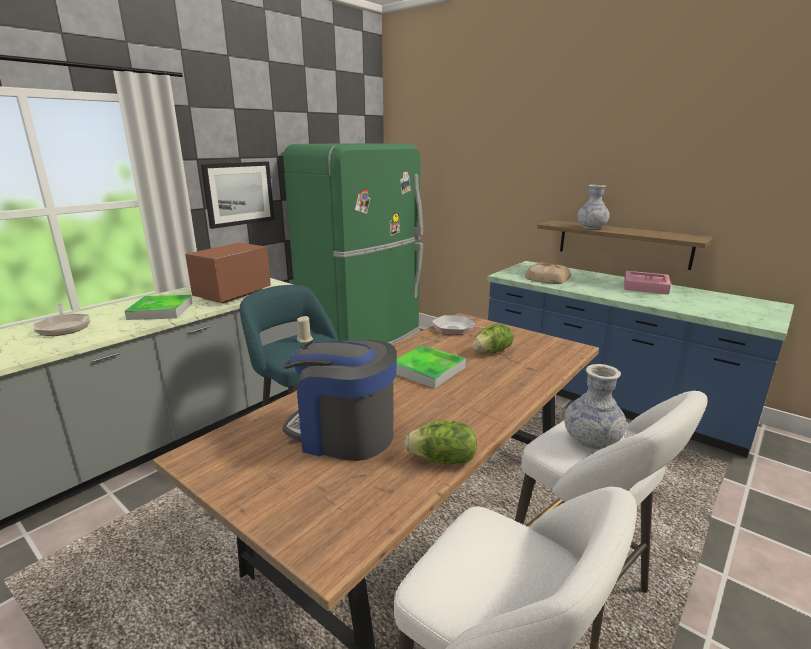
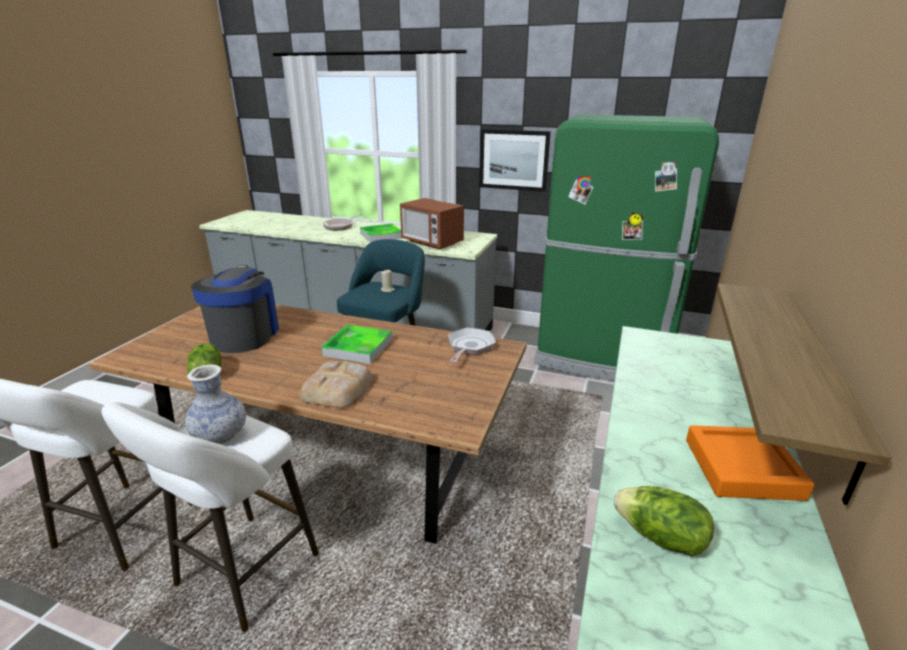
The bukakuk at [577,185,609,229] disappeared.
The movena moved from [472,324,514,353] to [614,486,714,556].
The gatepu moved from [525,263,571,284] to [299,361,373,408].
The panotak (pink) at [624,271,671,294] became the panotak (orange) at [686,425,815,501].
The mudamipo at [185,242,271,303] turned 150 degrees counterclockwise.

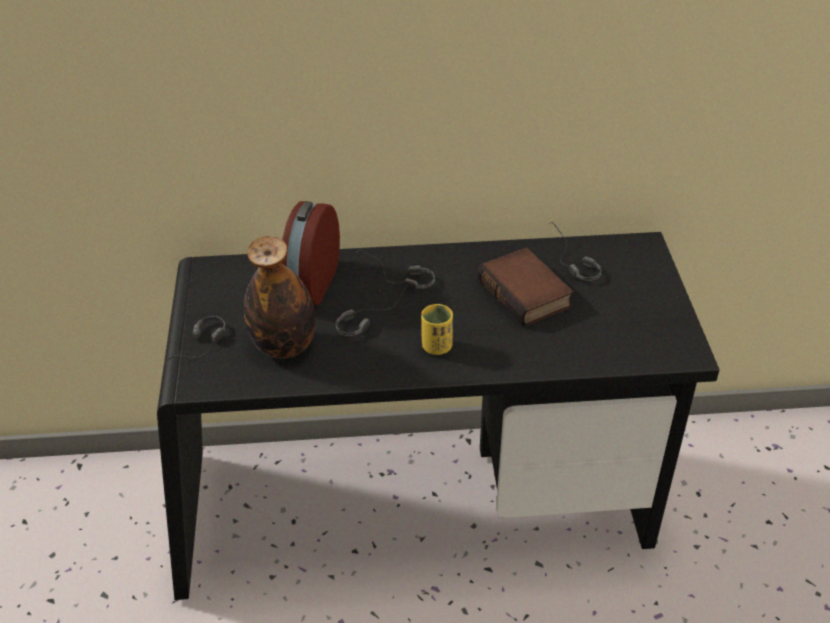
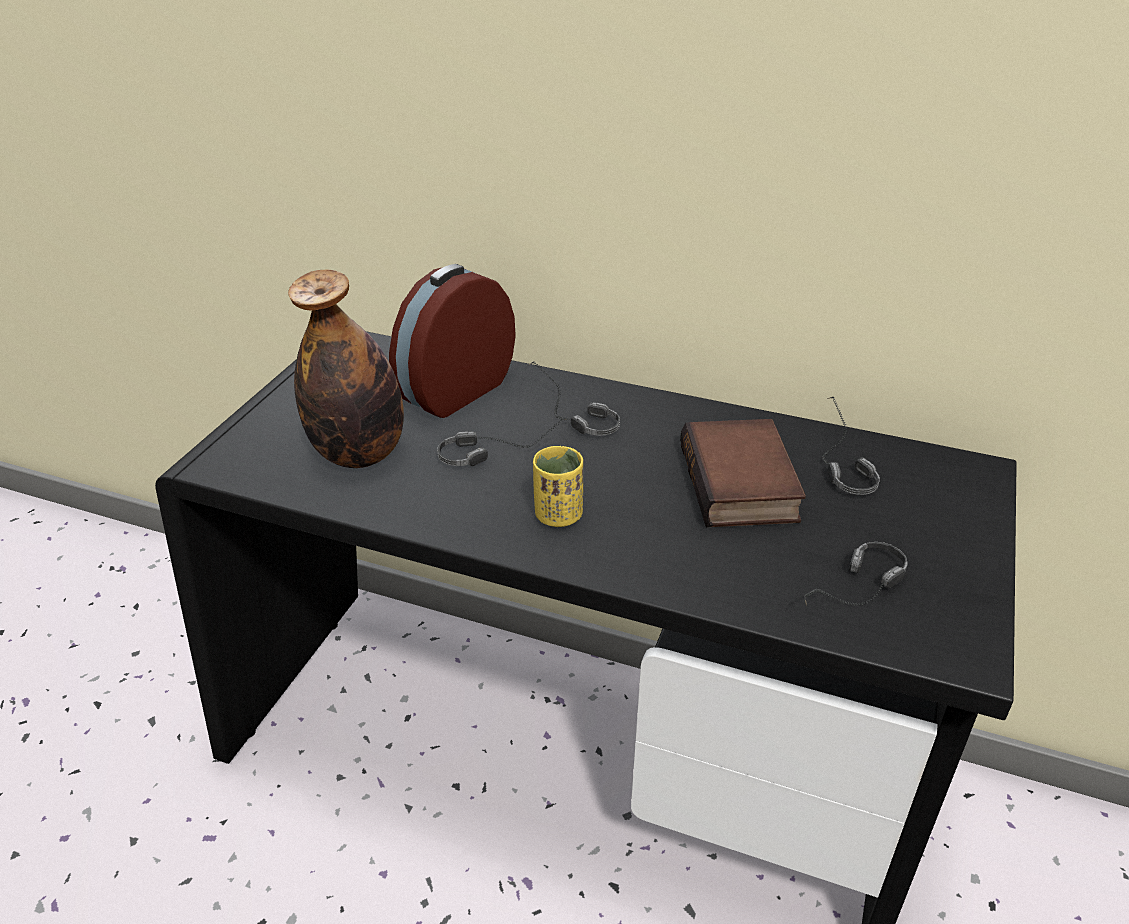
The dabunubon moved from [165,316,226,365] to [804,542,908,606].

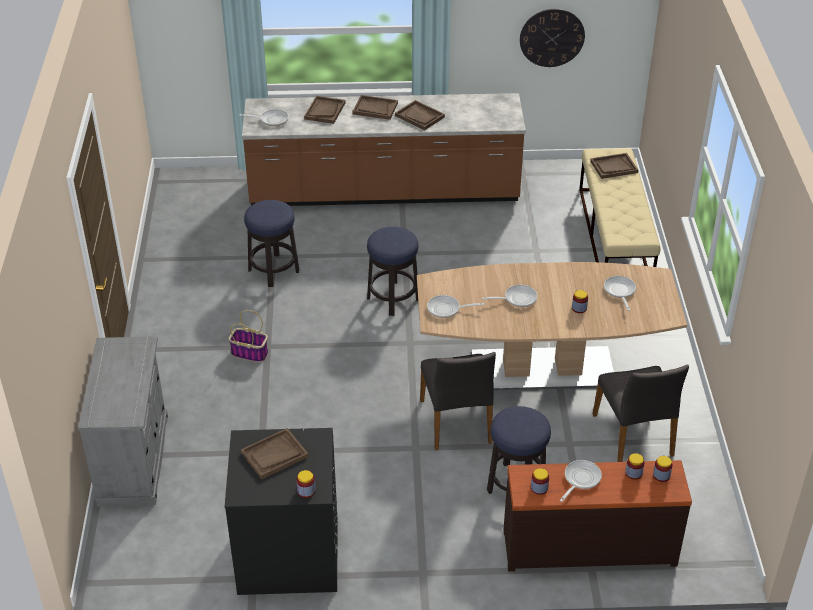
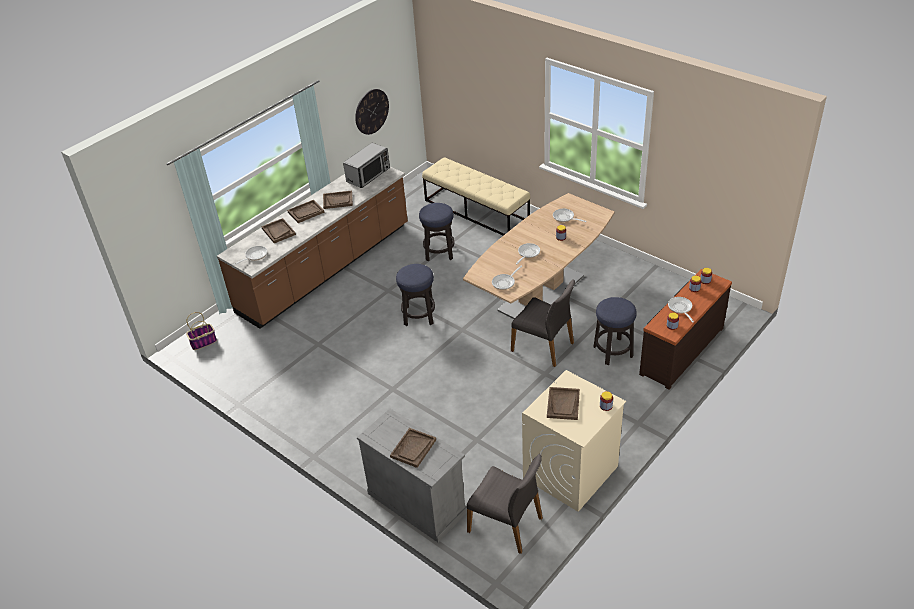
The mudamipo at [343,143,390,188] appeared.
The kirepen moved from [228,310,268,362] to [186,312,217,350].
The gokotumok moved from [244,200,299,287] to [419,203,454,261].
The panotak (brown) moved from [590,153,638,179] to [390,428,436,468].
The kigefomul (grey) moved from [593,364,689,462] to [467,454,543,554].
The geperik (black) at [225,428,337,595] became the geperik (beige) at [522,370,626,512].

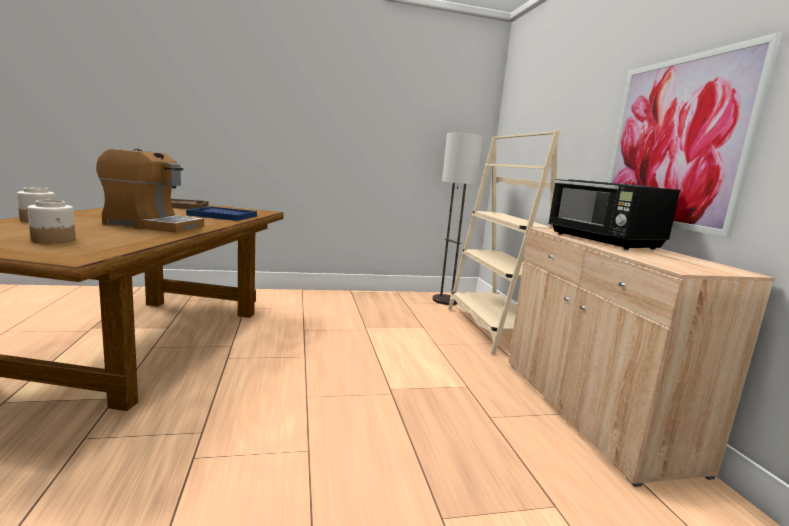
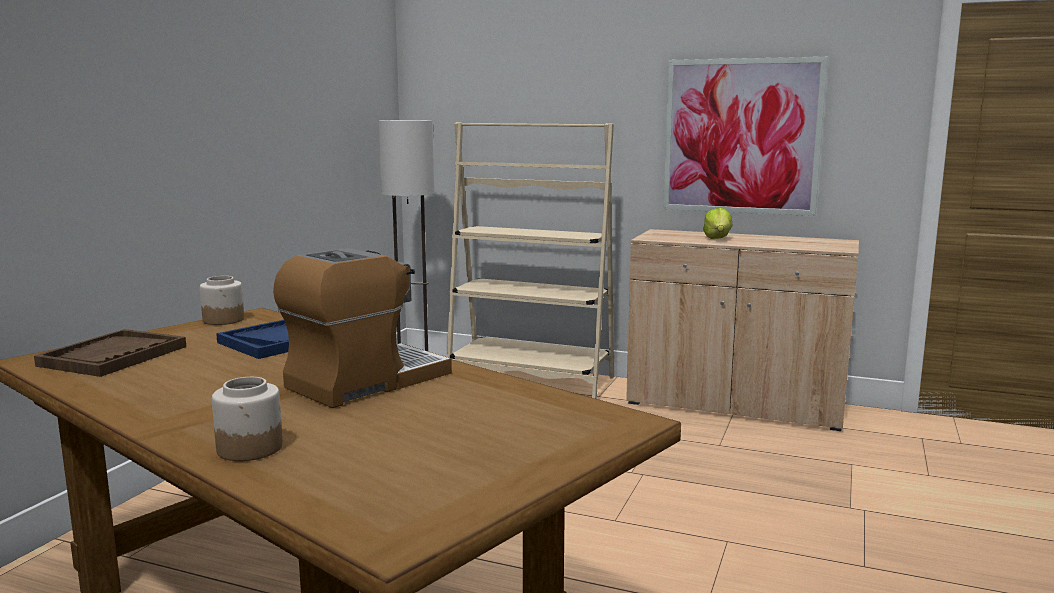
The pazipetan moved from [27,200,76,243] to [200,276,244,325].
The mudamipo (black) at [548,179,680,250] was replaced by the movena at [703,208,732,239].

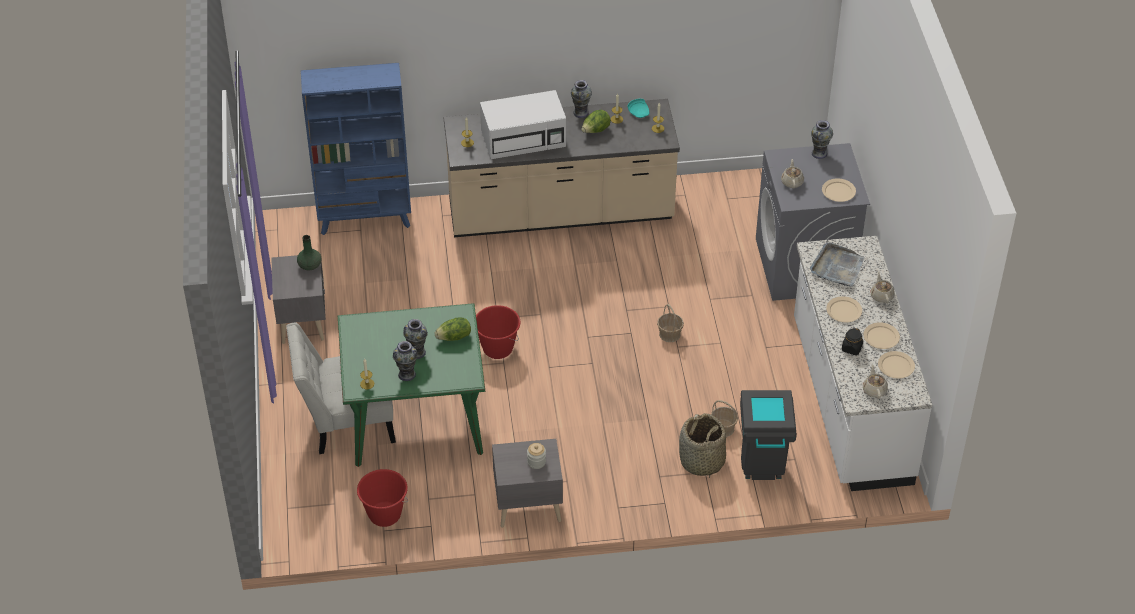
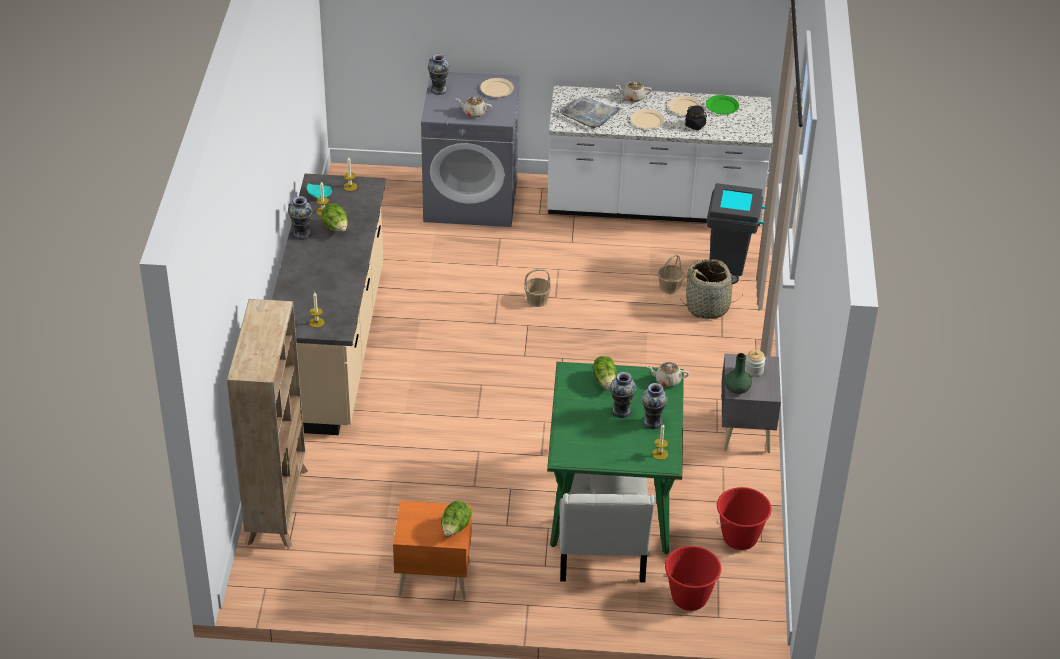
The mudamipo (white) at [480,90,566,159] disappeared.
The movena at [441,501,472,536] appeared.
The bukakuk (green) moved from [297,235,321,270] to [724,353,752,394].
The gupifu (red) moved from [476,305,520,359] to [663,546,722,611].
The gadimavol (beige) moved from [863,364,888,399] to [646,362,689,387].
The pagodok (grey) at [271,255,326,344] became the pagodok (orange) at [393,501,472,600].
The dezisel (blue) at [301,63,411,235] became the dezisel (beige) at [227,299,308,548].
The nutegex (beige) at [878,351,915,378] became the nutegex (green) at [706,95,739,114].

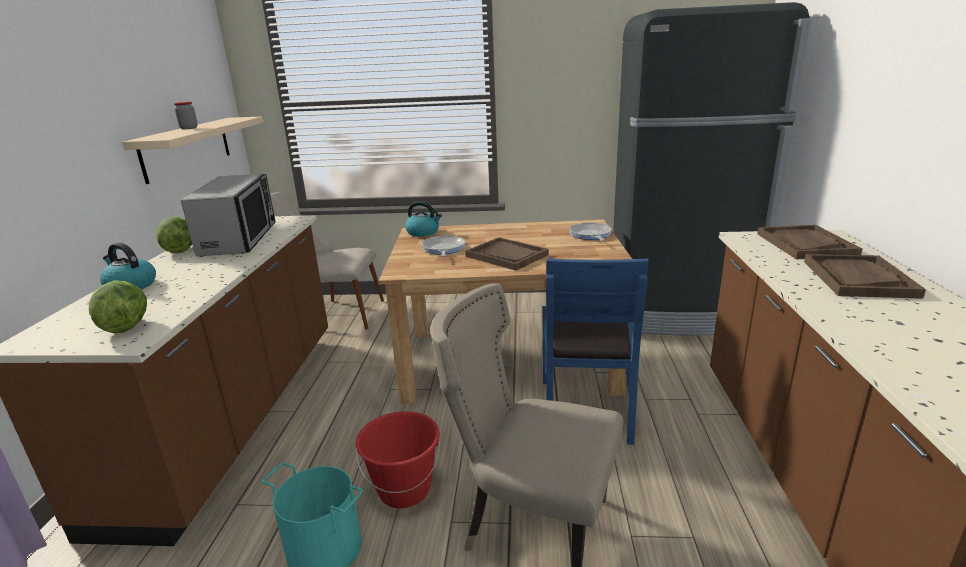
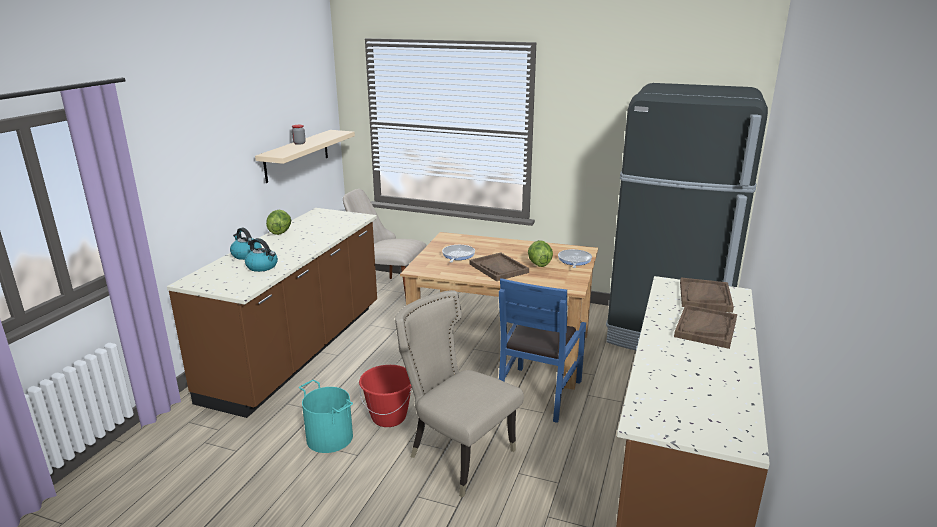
The mudamipo at [181,174,276,257] disappeared.
The movena moved from [89,280,147,333] to [528,240,553,267].
The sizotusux moved from [405,201,442,237] to [245,238,278,272].

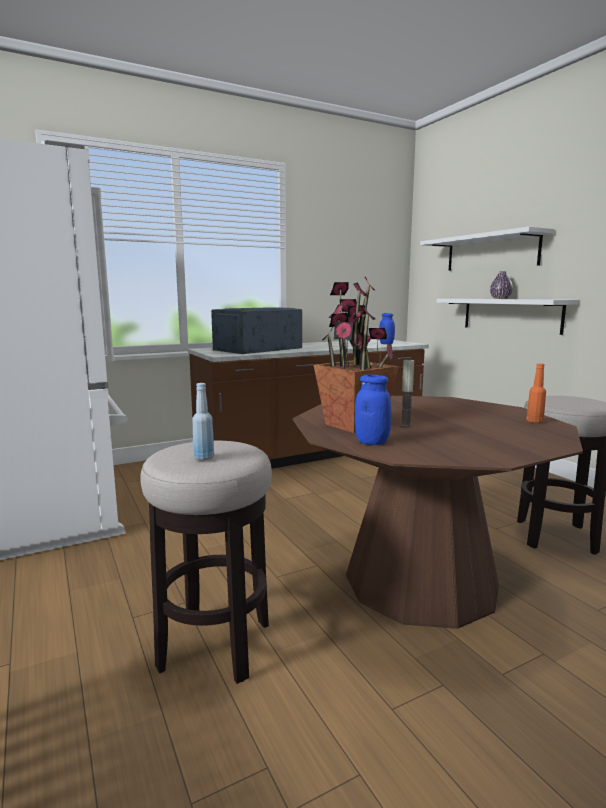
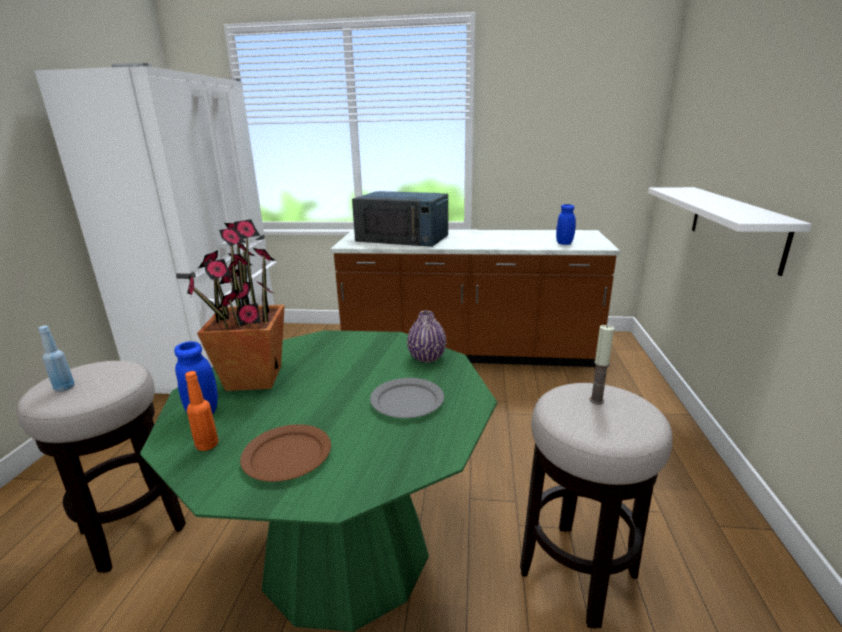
The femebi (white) at [420,227,555,271] disappeared.
The nutegex (brown) at [240,424,331,482] appeared.
The nutegex (grey) at [370,378,444,418] appeared.
The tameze moved from [400,360,414,427] to [590,325,614,404].
The bukakuk (purple) moved from [490,271,513,299] to [407,310,447,363].
The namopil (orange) moved from [526,363,546,423] to [185,371,219,451].
The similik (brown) at [293,396,583,629] became the similik (green) at [140,330,497,632].
The mudamipo (blue) at [211,307,302,354] turned 150 degrees counterclockwise.

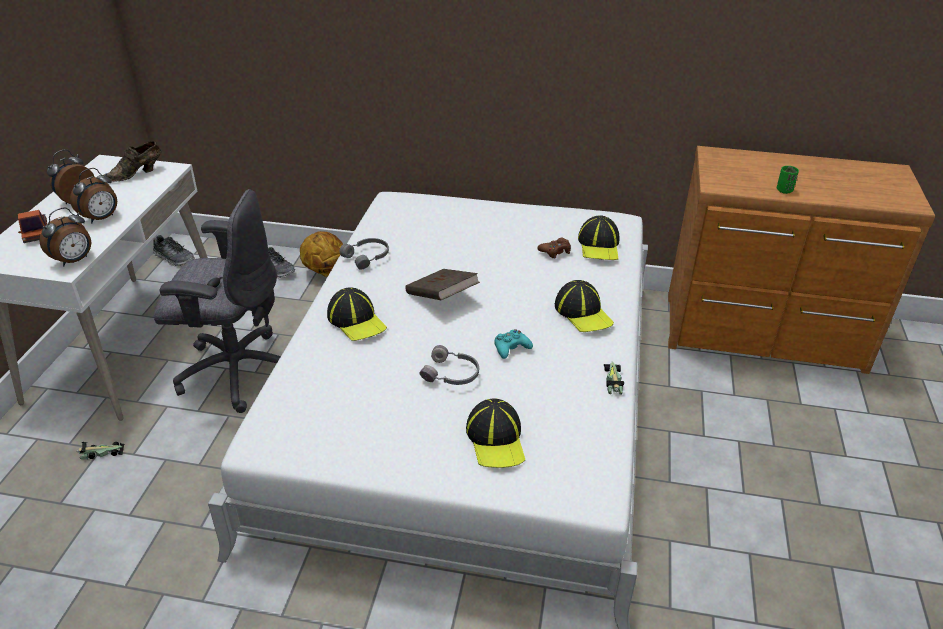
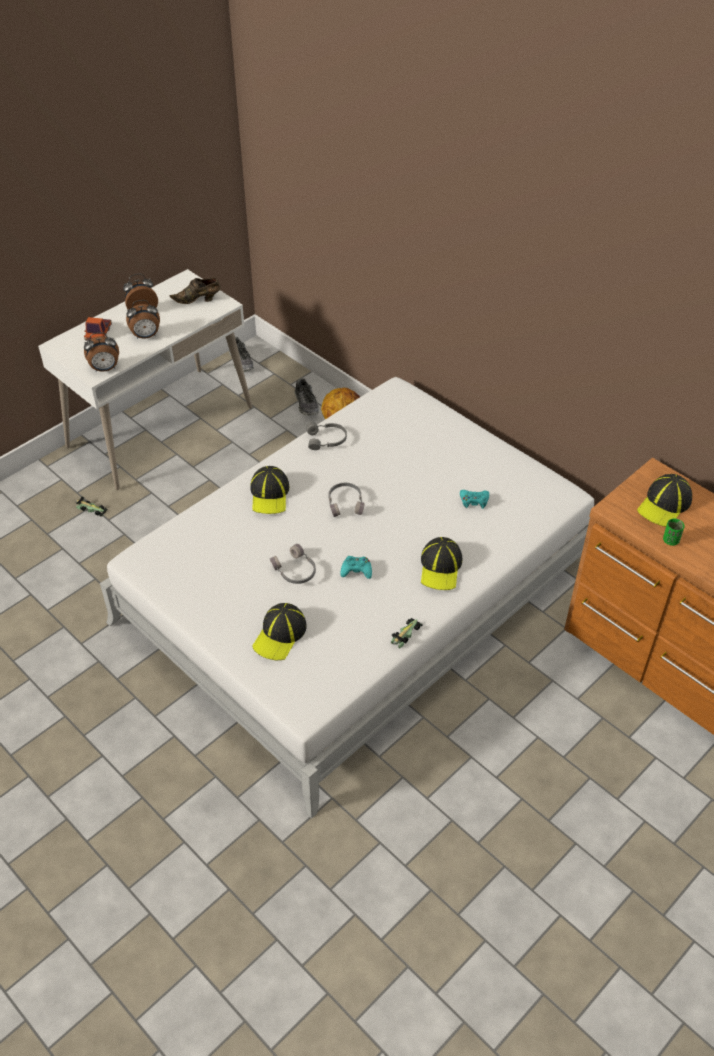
The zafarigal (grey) at [154,189,281,413] disappeared.
The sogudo moved from [578,216,620,260] to [637,474,692,527].
The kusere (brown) at [406,269,480,300] was replaced by the dabunubon (grey) at [328,483,365,517].
The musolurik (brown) at [537,238,571,259] became the musolurik (turquoise) at [460,490,489,509].

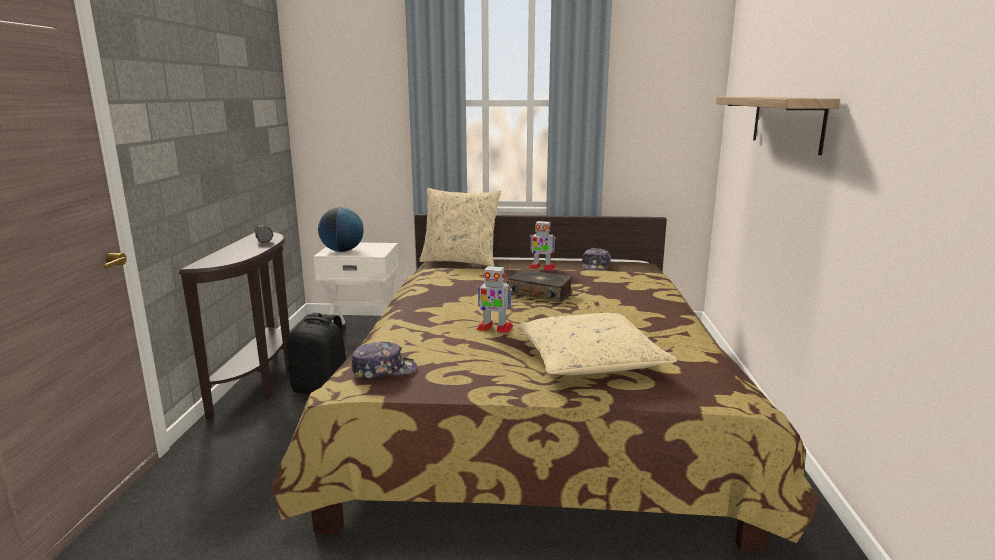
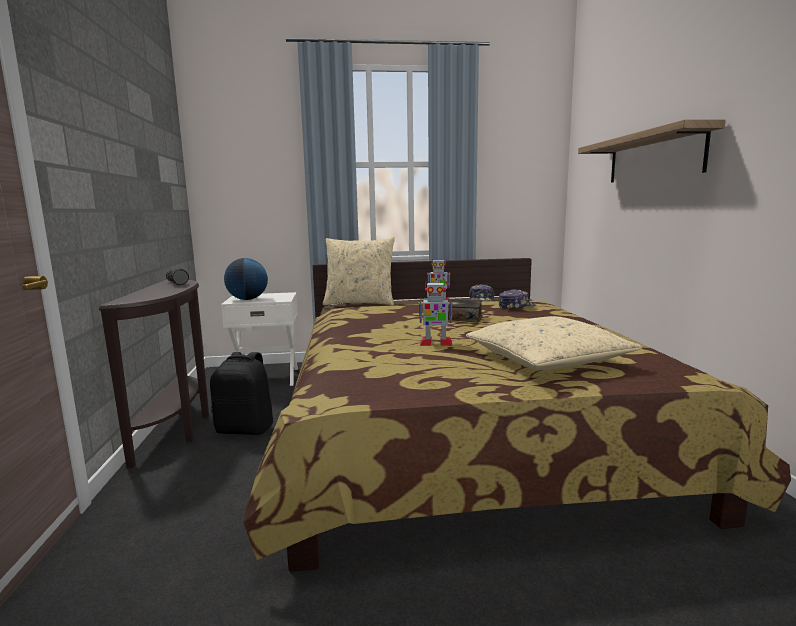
The sogudo moved from [351,341,417,380] to [499,289,536,310].

